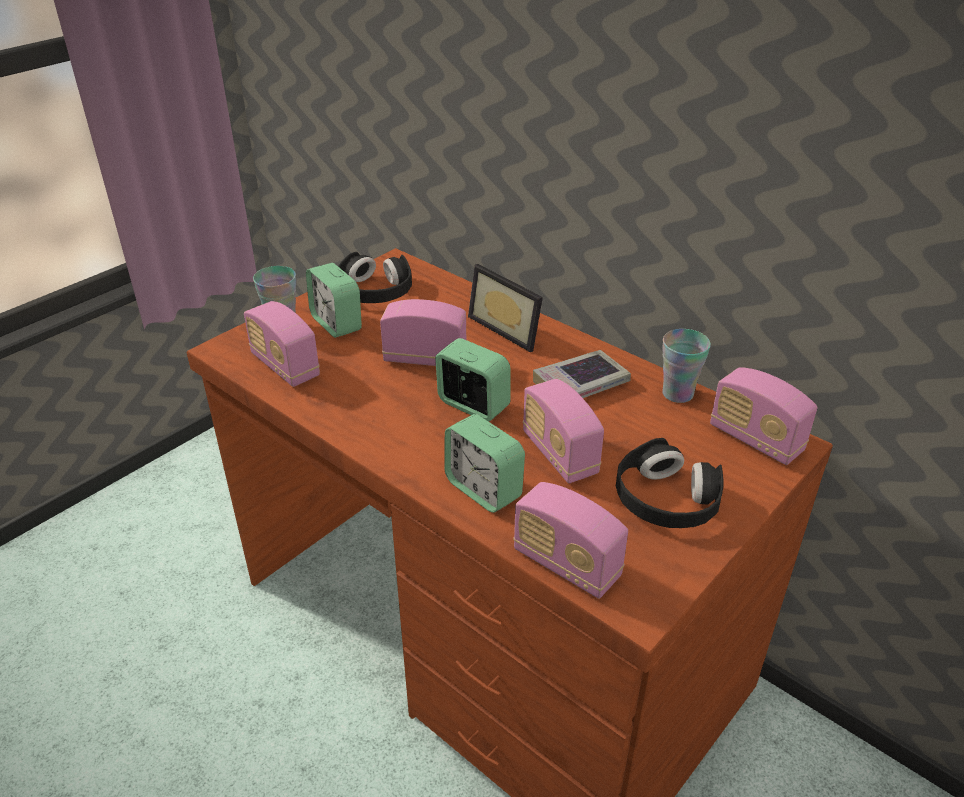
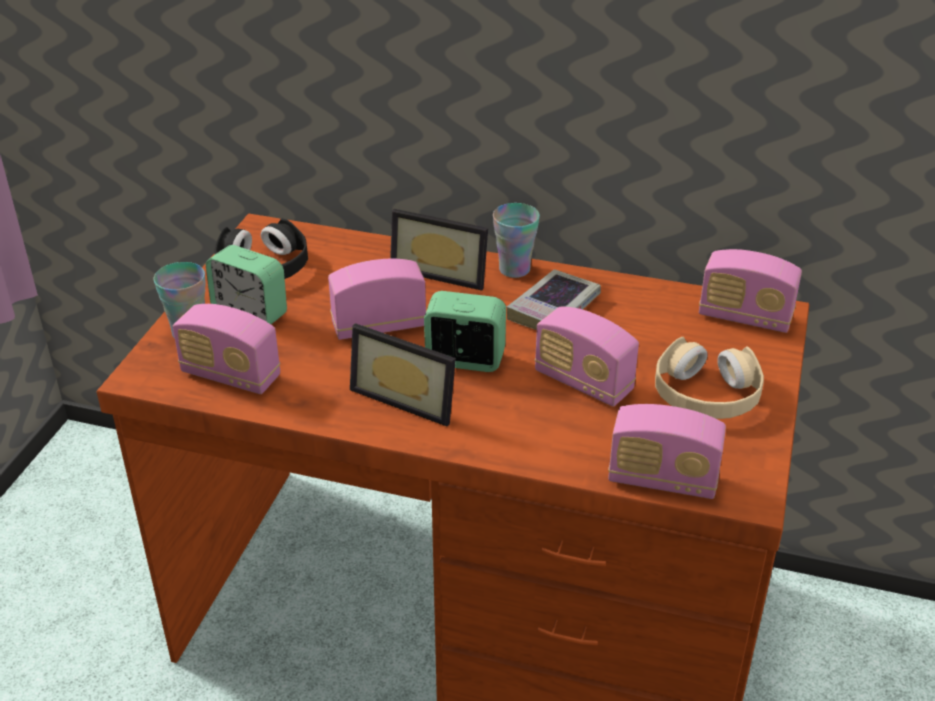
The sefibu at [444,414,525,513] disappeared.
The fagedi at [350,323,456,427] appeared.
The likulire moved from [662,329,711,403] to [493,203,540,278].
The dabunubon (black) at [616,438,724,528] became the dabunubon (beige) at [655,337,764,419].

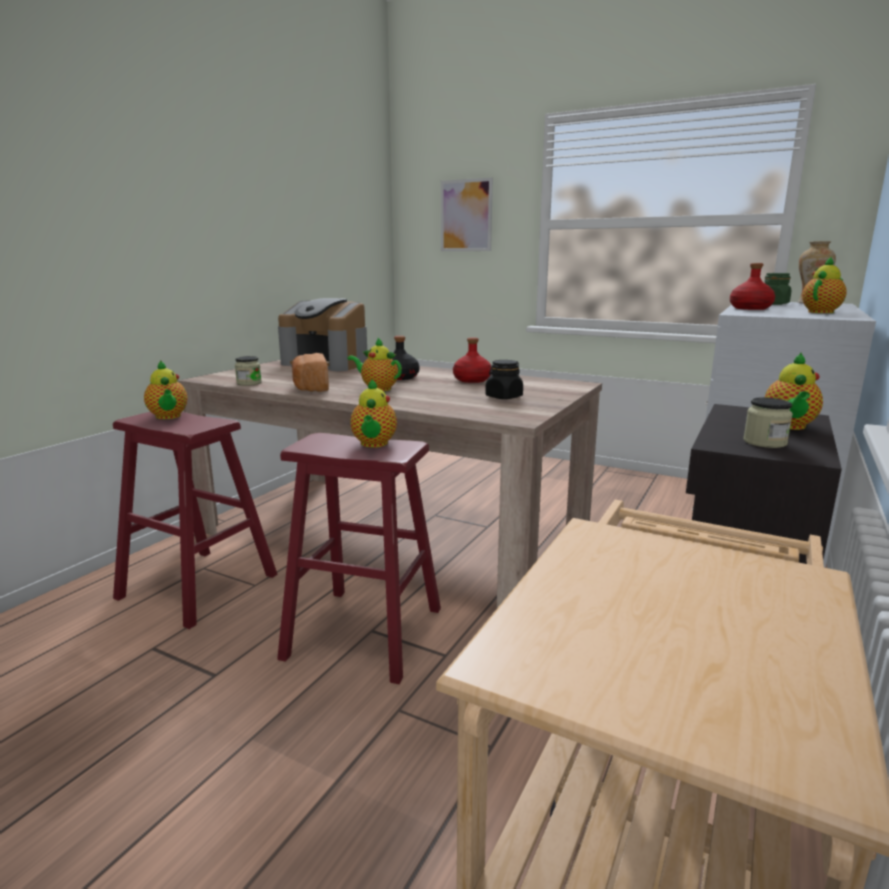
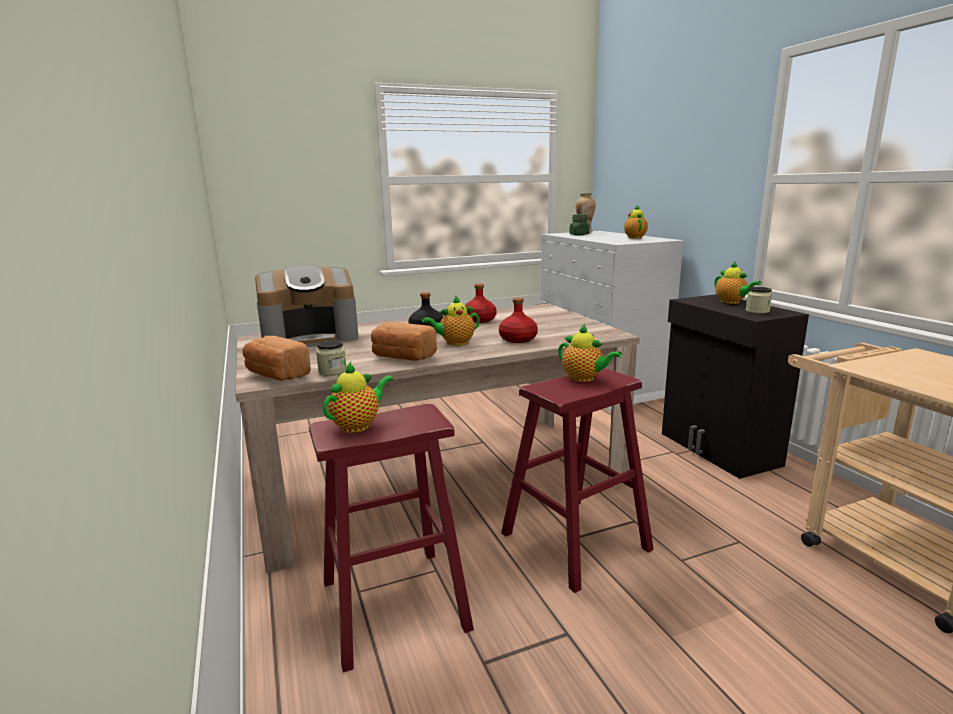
The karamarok at [441,178,493,251] disappeared.
The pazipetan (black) at [485,360,523,399] disappeared.
The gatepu at [242,336,311,381] appeared.
The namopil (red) moved from [730,263,775,310] to [499,298,538,343].
The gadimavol at [144,360,187,419] turned 60 degrees counterclockwise.

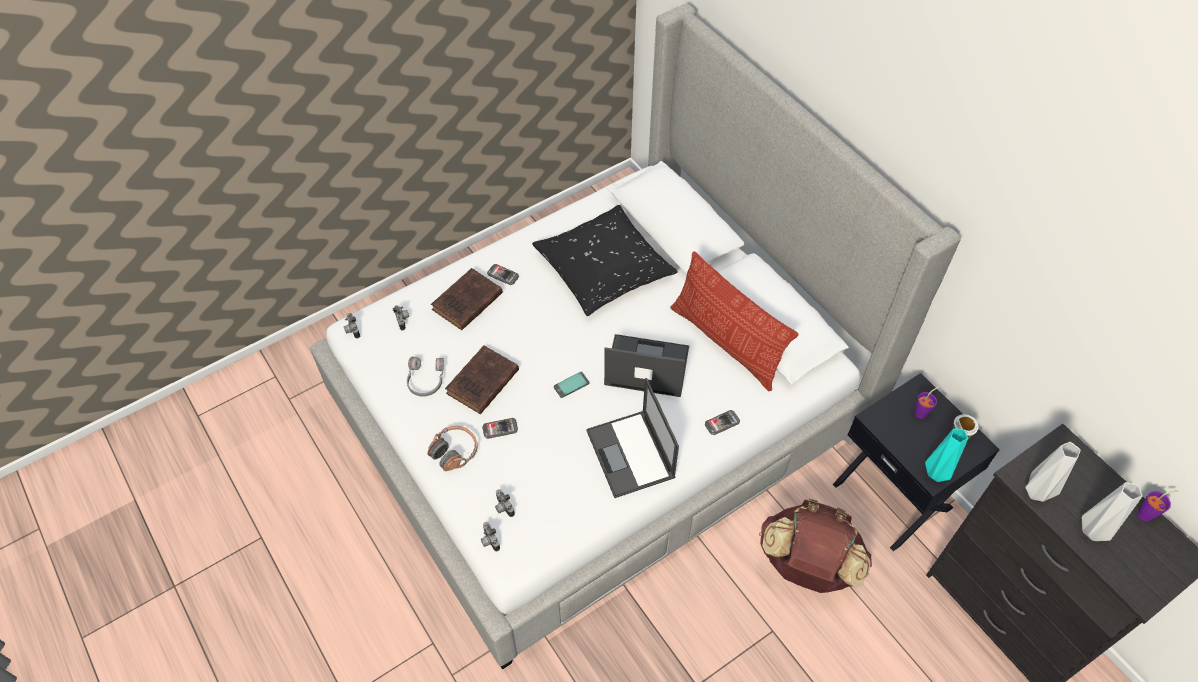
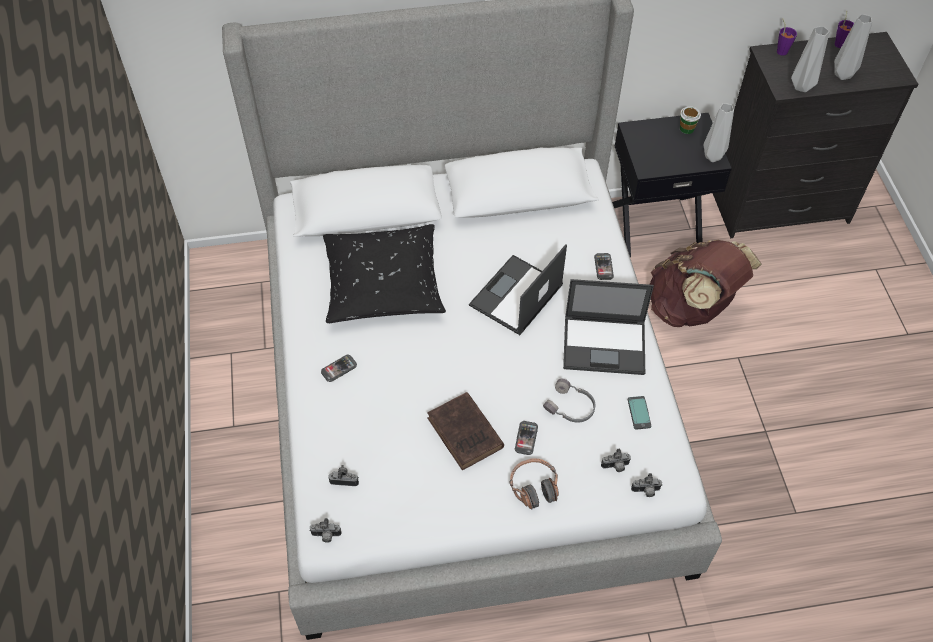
The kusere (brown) at [431,268,503,330] disappeared.
The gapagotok at [670,251,798,391] disappeared.
The dabunubon (grey) moved from [407,357,444,397] to [543,379,595,423].
The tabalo moved from [554,372,589,398] to [628,396,651,430].
The likulire (purple) moved from [914,386,939,419] to [777,18,797,56].
The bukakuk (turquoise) at [925,428,968,482] became the bukakuk (grey) at [704,103,734,162].

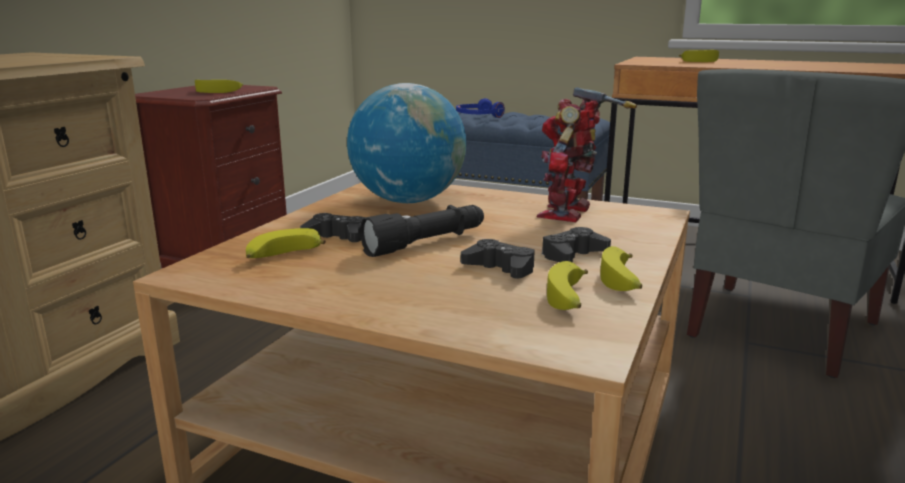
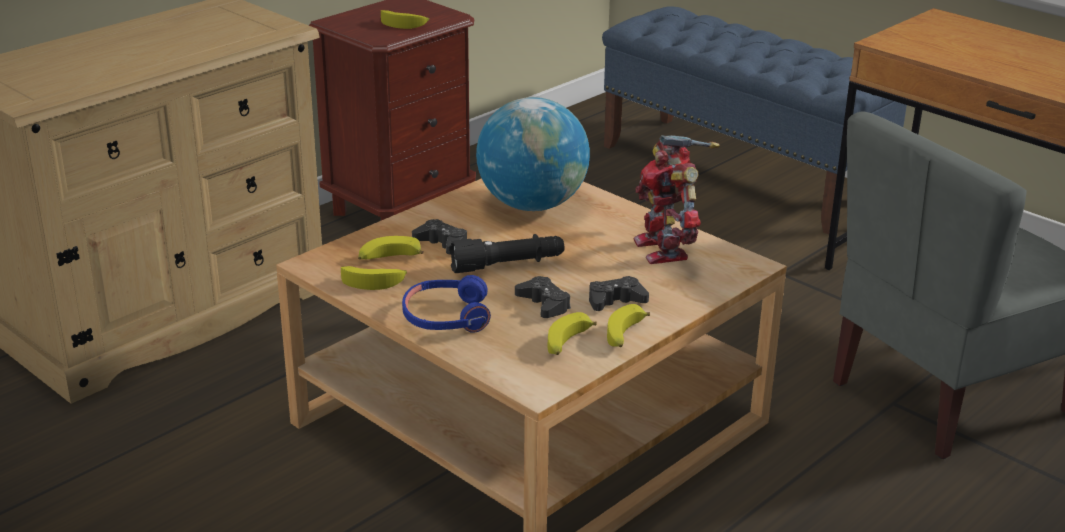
The dabunubon (blue) moved from [456,98,505,118] to [402,275,491,333].
The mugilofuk moved from [679,50,719,62] to [341,266,407,290].
The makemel at [536,87,637,222] turned 60 degrees counterclockwise.

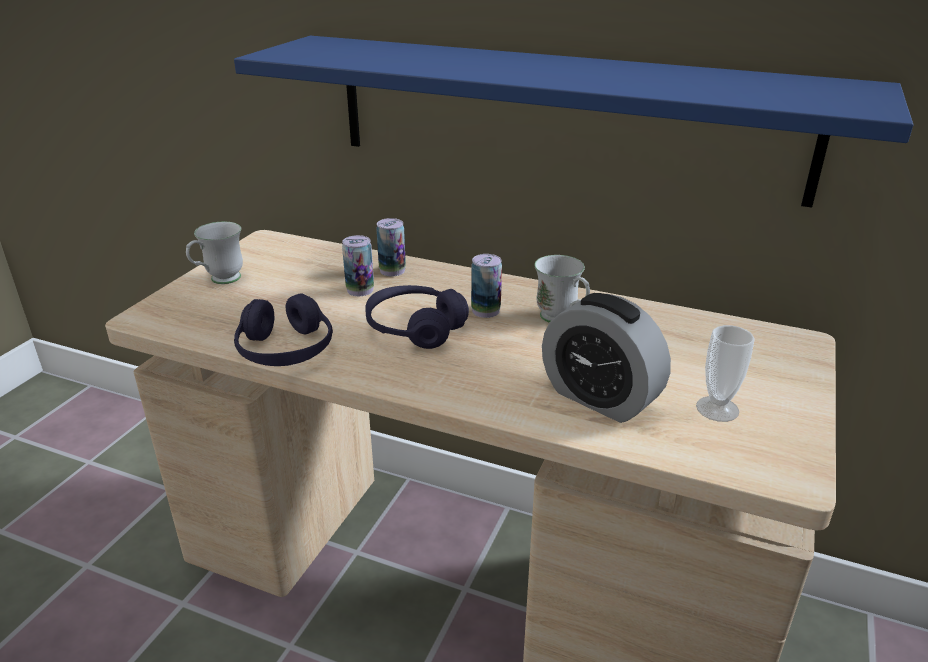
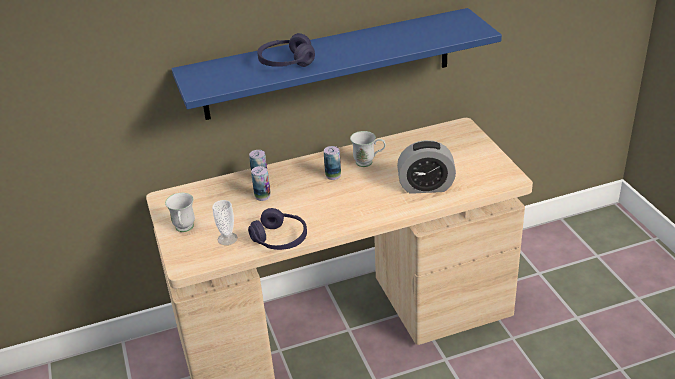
The dabunubon (purple) moved from [365,285,469,349] to [257,33,315,67].
The likulire moved from [696,325,755,422] to [212,200,238,245].

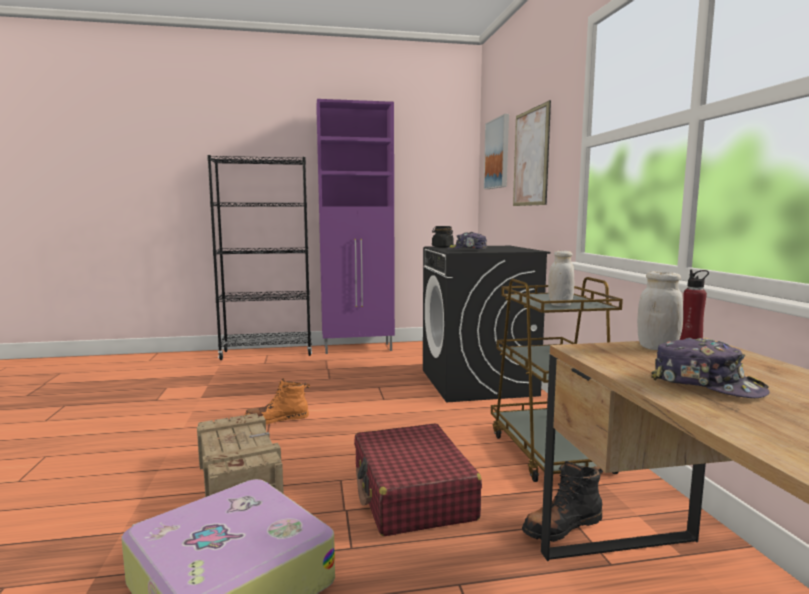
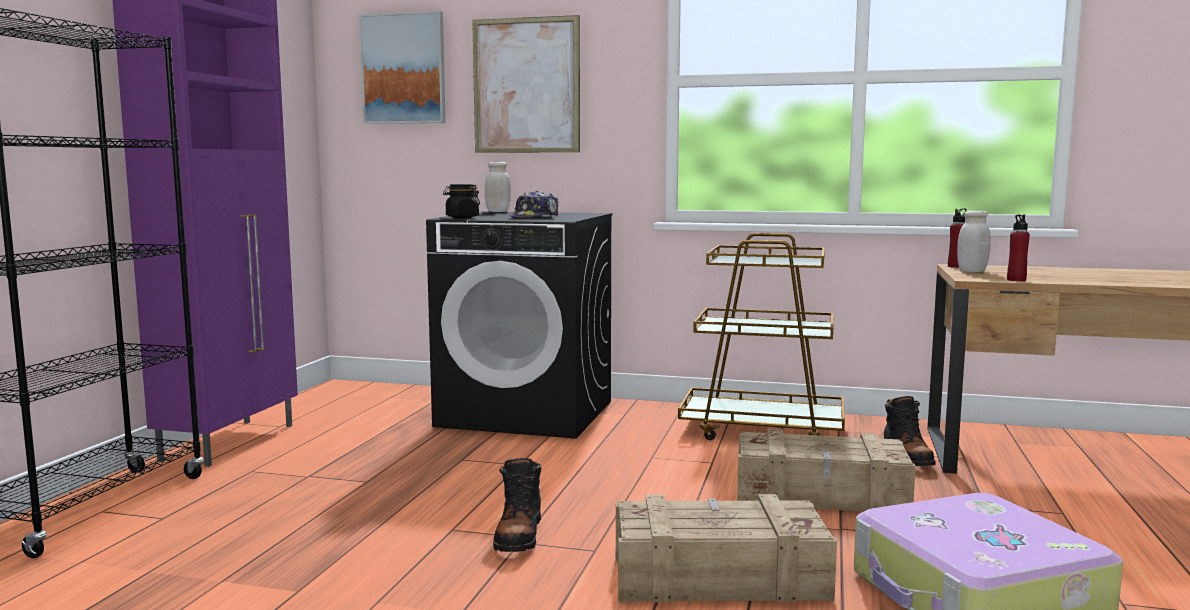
The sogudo at [651,338,770,398] disappeared.
The namopil (red) at [1007,214,1030,281] appeared.
The pazipetan (white) moved from [548,251,574,306] to [485,162,511,212].
The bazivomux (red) at [354,423,482,536] was replaced by the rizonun at [737,429,916,512].
The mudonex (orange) at [245,378,310,424] became the mudonex (black) at [493,458,542,552].

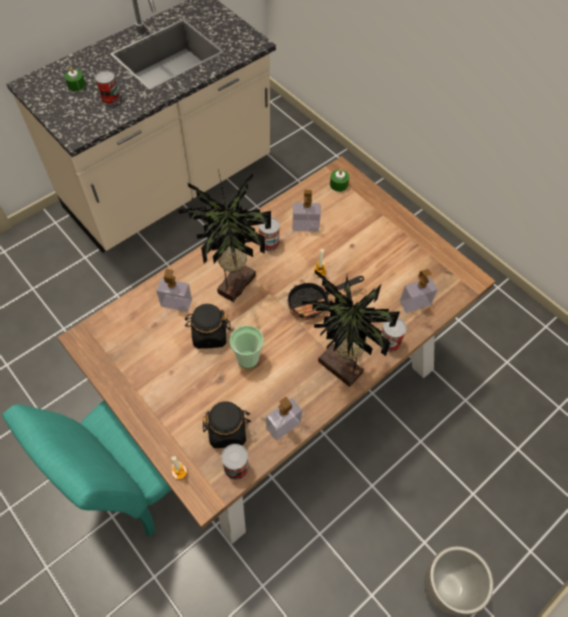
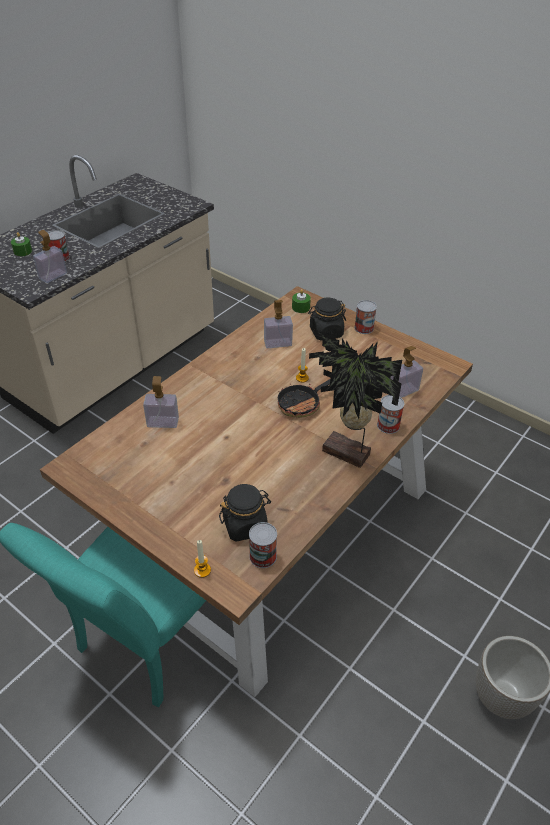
The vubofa at [178,169,271,302] disappeared.
The likulire at [230,325,264,369] disappeared.
The pazipetan (black) moved from [185,304,230,349] to [308,298,346,340].
The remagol moved from [259,217,280,251] to [354,300,377,334].
The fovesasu moved from [266,397,302,441] to [33,230,67,283].

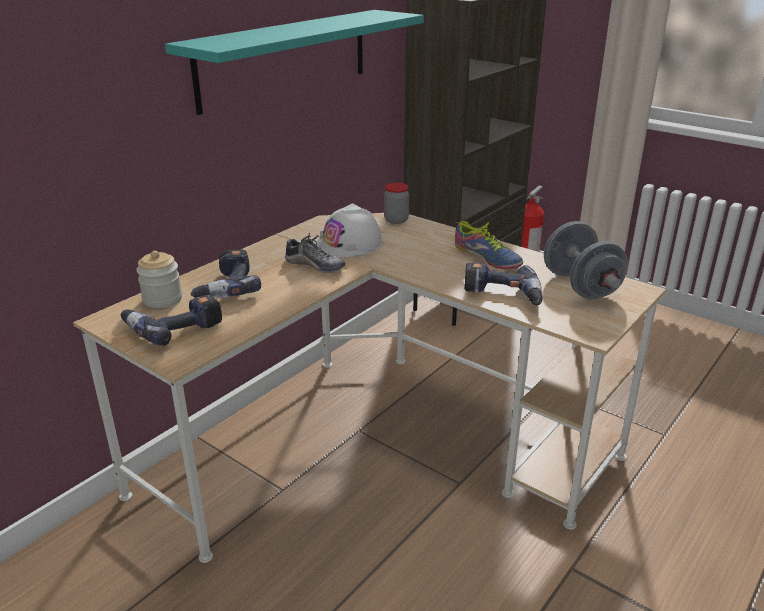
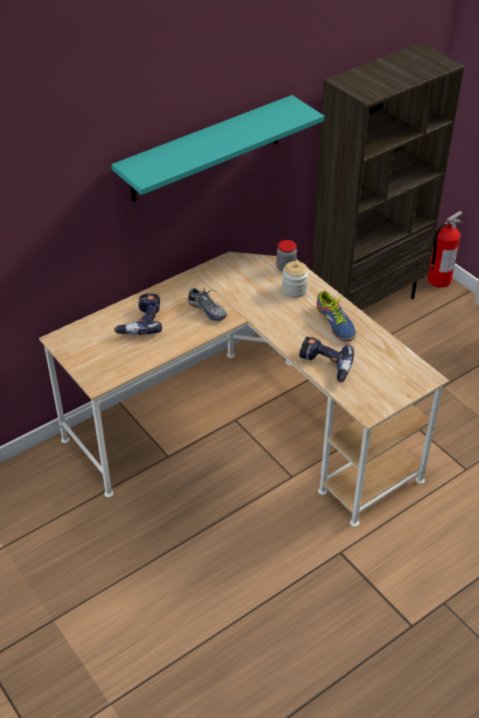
The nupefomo at [121,295,222,346] disappeared.
The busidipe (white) at [317,203,383,257] disappeared.
The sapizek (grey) at [544,221,628,300] disappeared.
The pazipetan moved from [136,251,182,308] to [282,261,309,298].

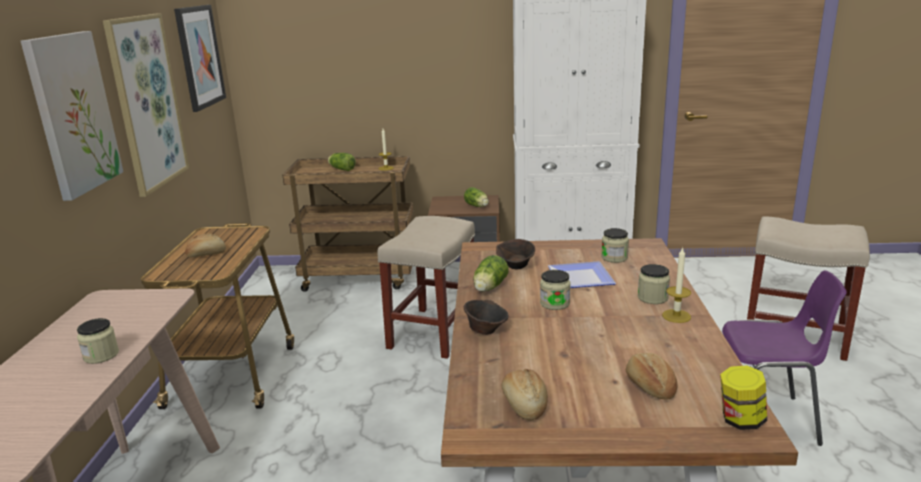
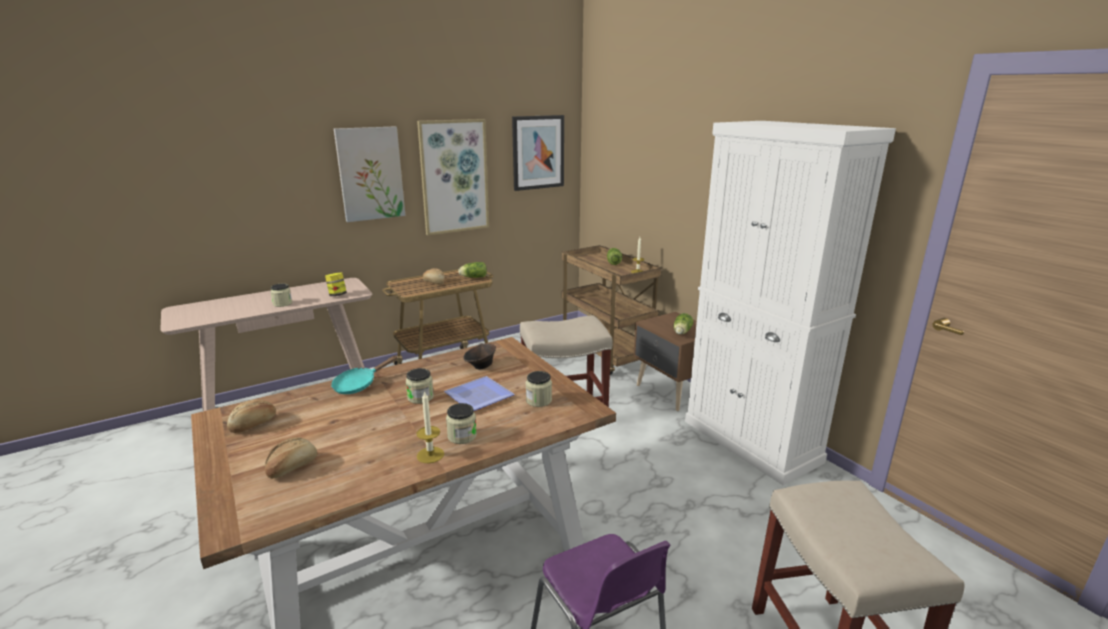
The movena moved from [473,255,509,292] to [458,262,487,278].
The pazipetan moved from [720,365,767,430] to [325,273,347,296].
The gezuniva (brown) at [464,300,508,335] was replaced by the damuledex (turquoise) at [331,355,398,394].

